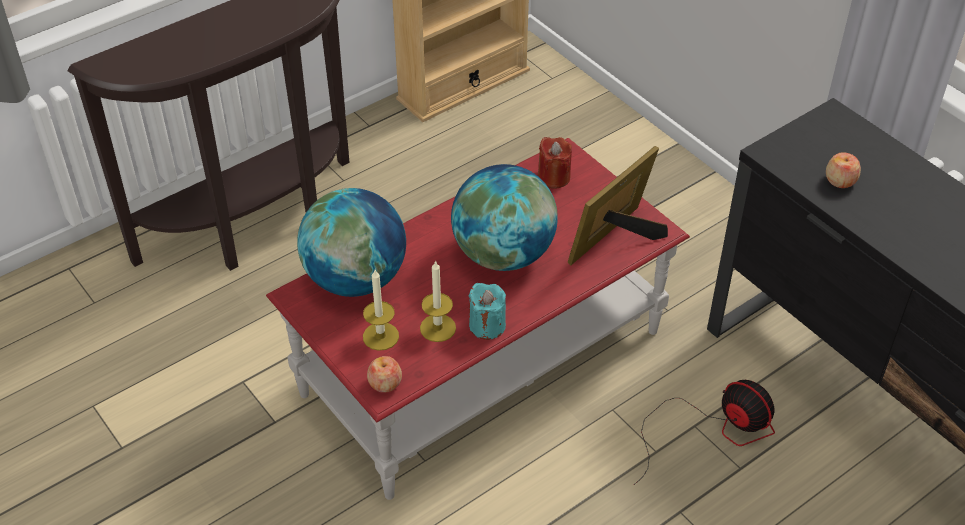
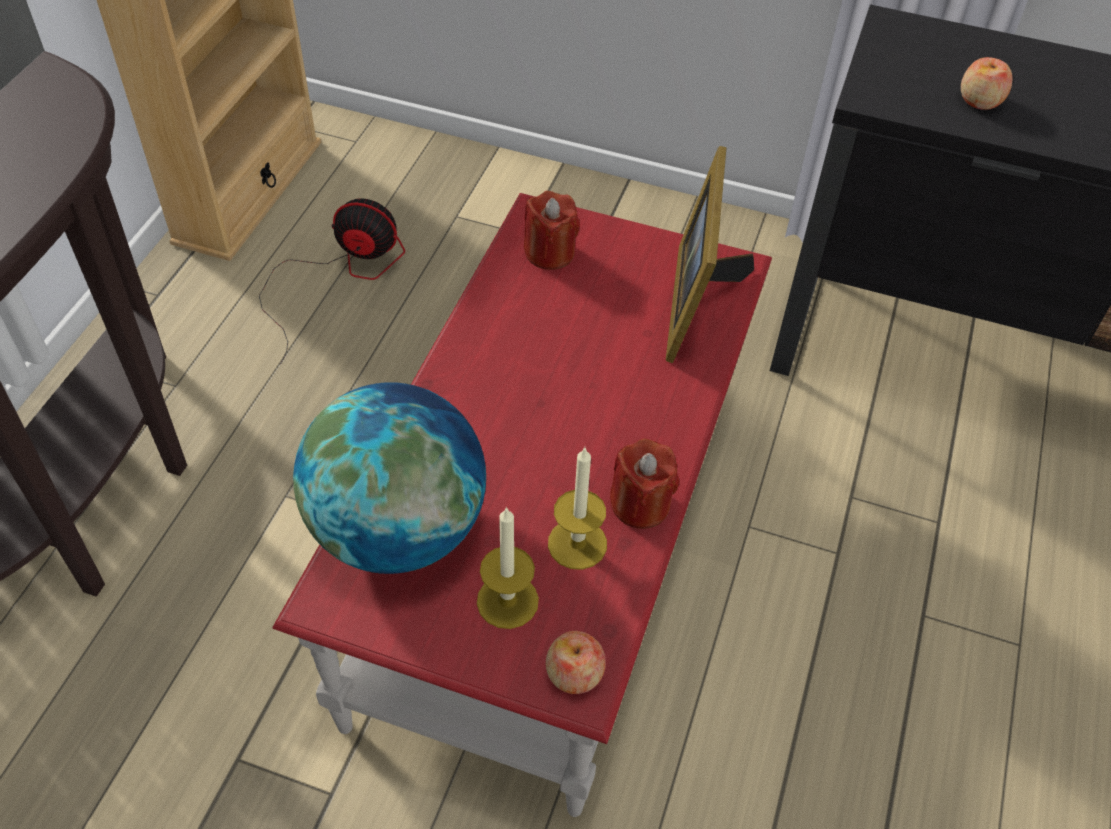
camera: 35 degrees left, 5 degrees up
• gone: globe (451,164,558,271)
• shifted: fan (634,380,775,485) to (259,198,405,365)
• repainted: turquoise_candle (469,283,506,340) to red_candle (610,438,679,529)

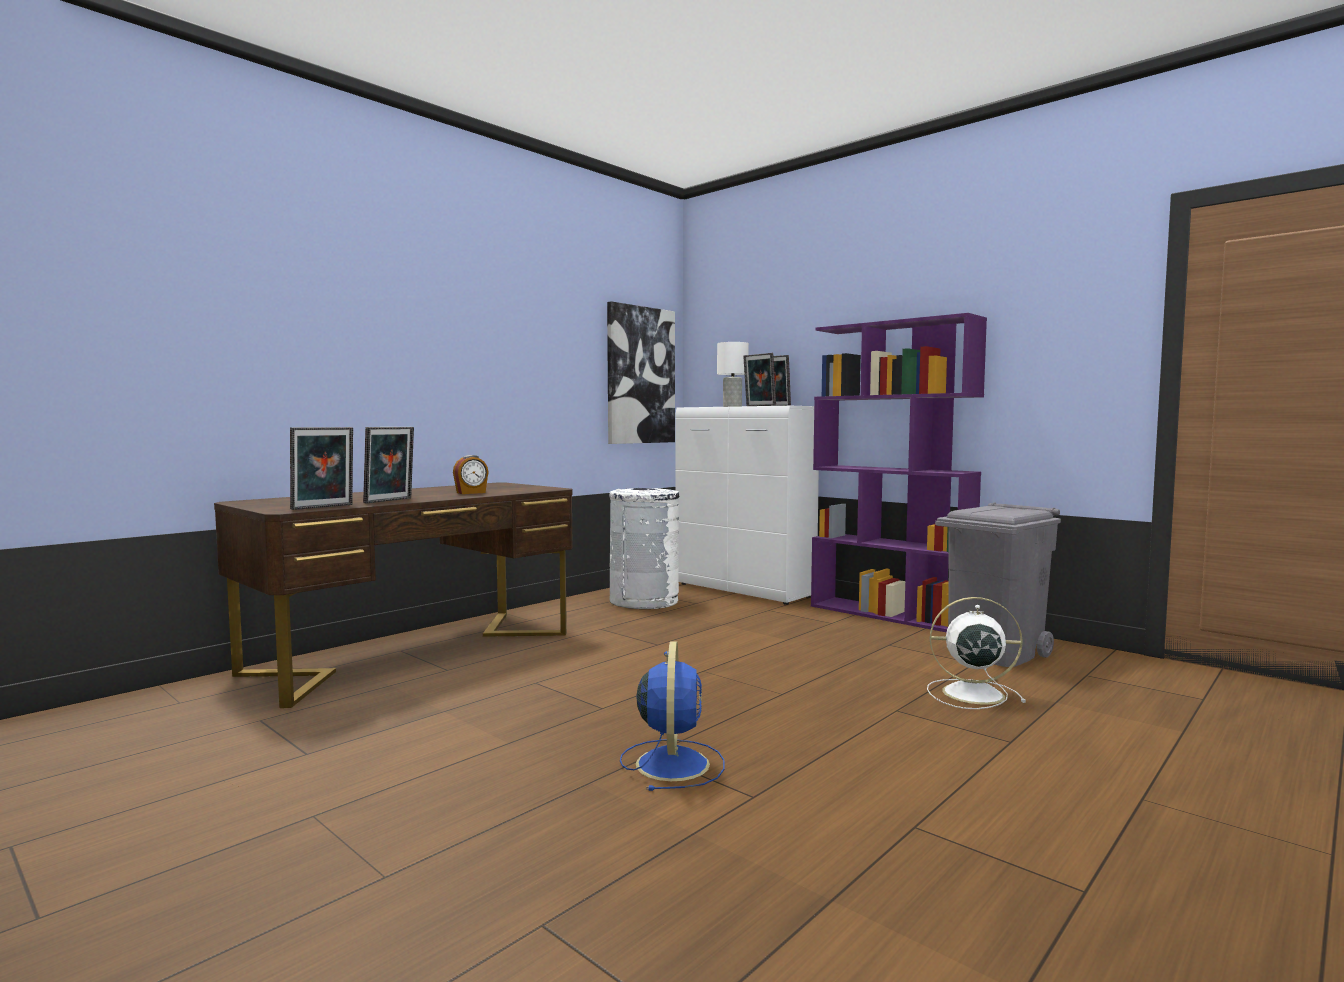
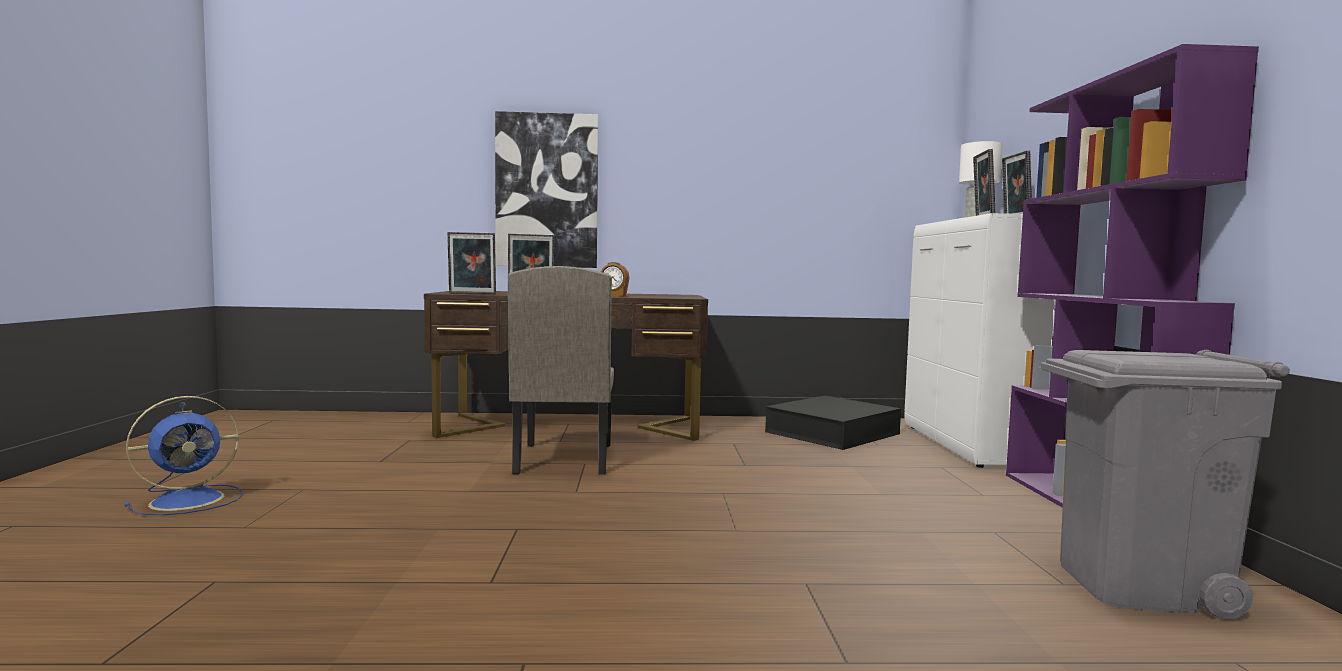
camera: 45 degrees right, 0 degrees up
• gone: white_fan (927,597,1026,709)
• new: beige_chair (508,266,614,475)
• shifted: picture (607,301,675,444) to (495,111,598,268)
• shifted: blue_fan (620,641,724,791) to (125,396,242,516)
• swapped: white_trash_can (609,488,679,609) to black_storage_box (765,396,901,450)

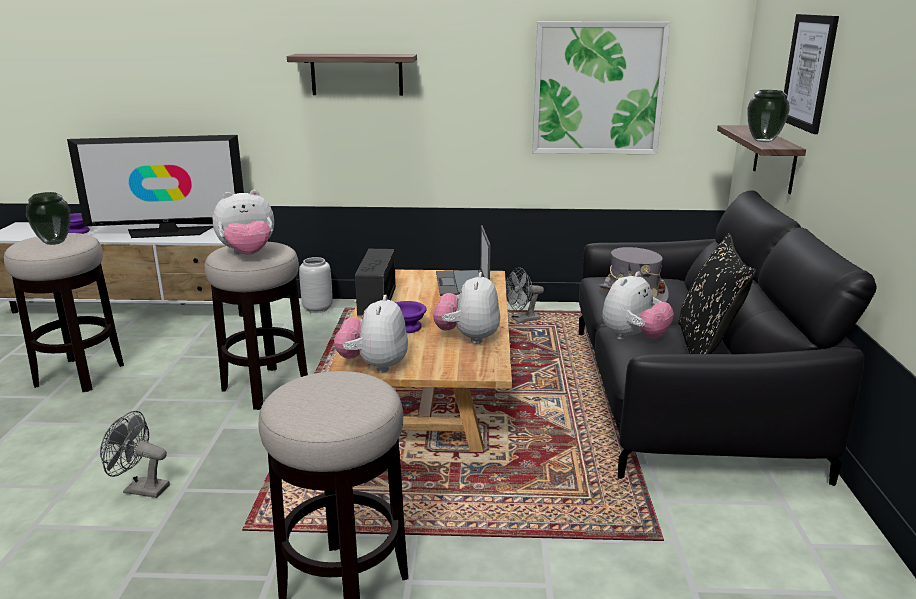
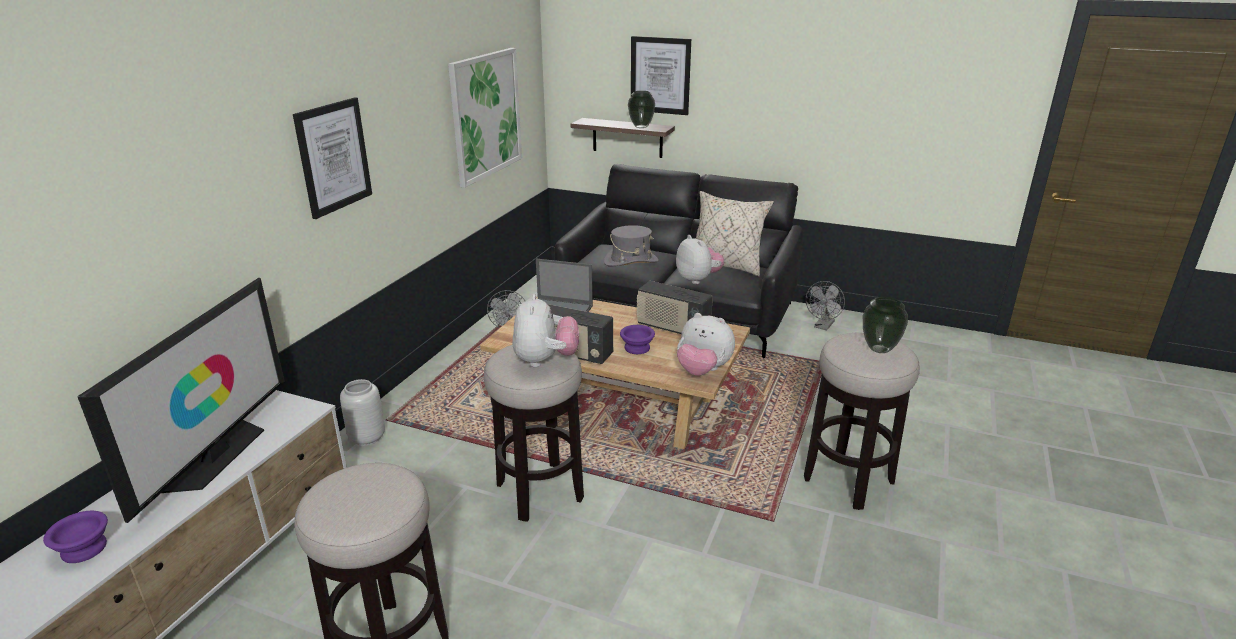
camera: 70 degrees left, 5 degrees up
• shifted: vase (26,192,71,245) to (863,296,908,353)
• shifted: grey_fan (100,411,170,498) to (806,281,845,330)
• swapped: shelf (287,54,417,96) to picture (293,97,372,219)
• swapped: plush_toy (433,272,500,344) to radio (637,281,713,334)
• repainted: black_pillow (678,234,756,354) to beige_pillow (696,191,774,276)

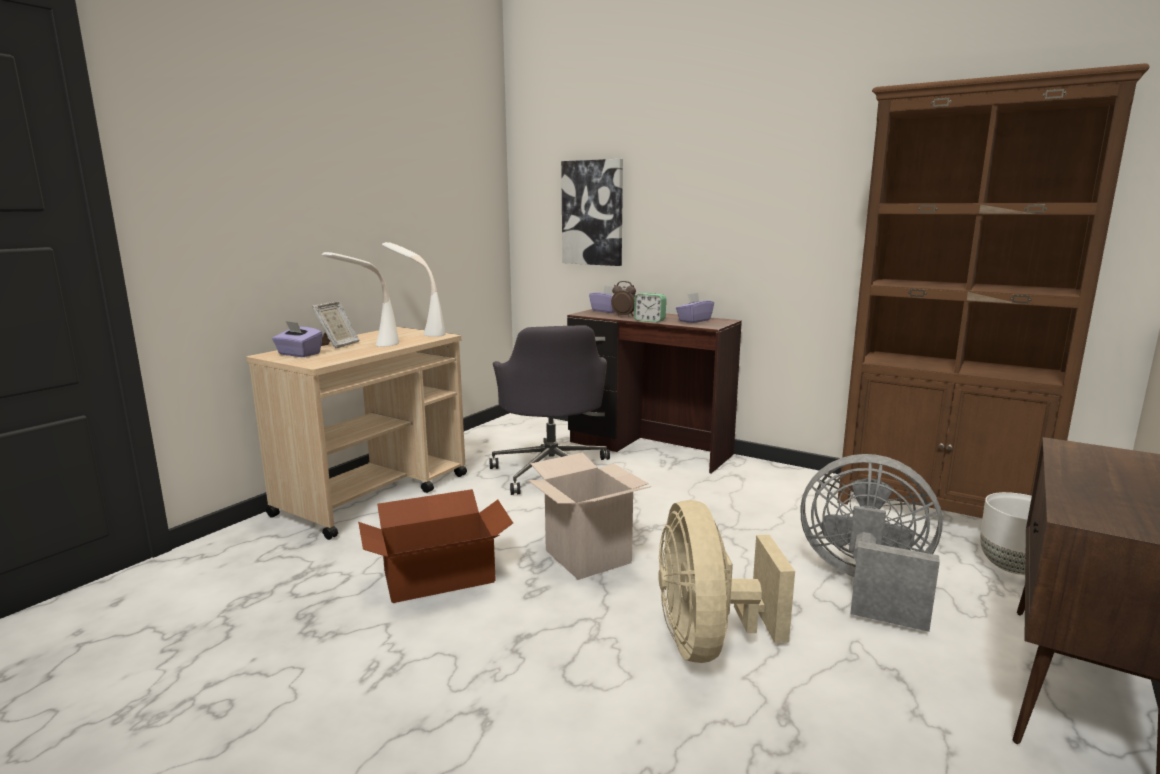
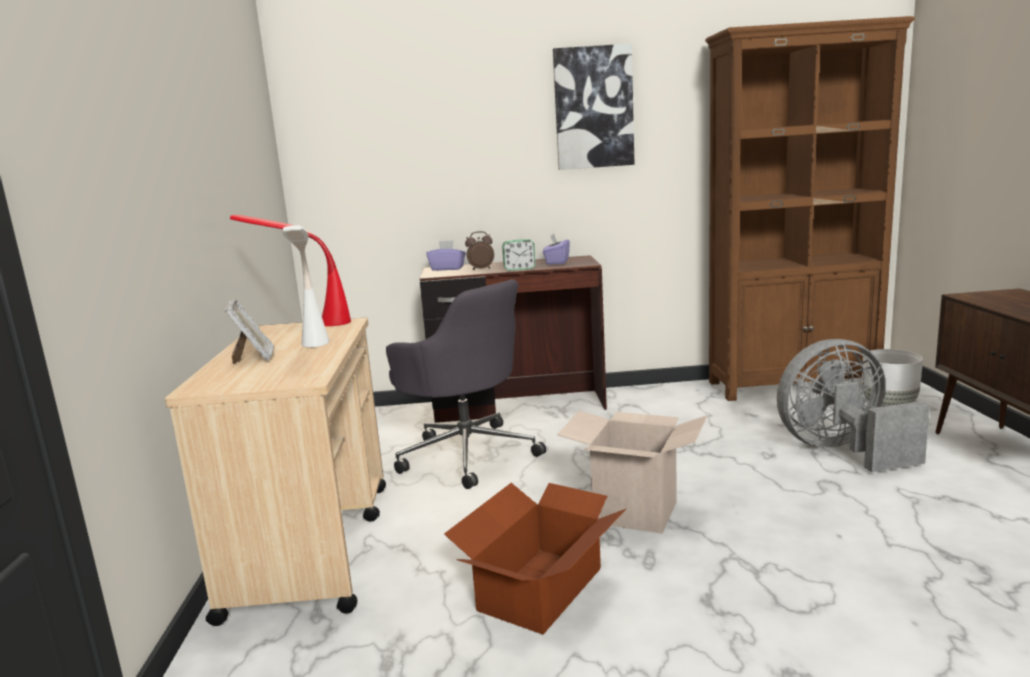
camera: 35 degrees left, 0 degrees up
• gone: purple_tissue_box (272,321,323,357)
• gone: beige_fan (658,500,795,663)
• shifted: picture (561,159,623,266) to (553,43,634,170)
• repainted: white_table_lamp (382,242,446,337) to red_table_lamp (230,215,351,326)

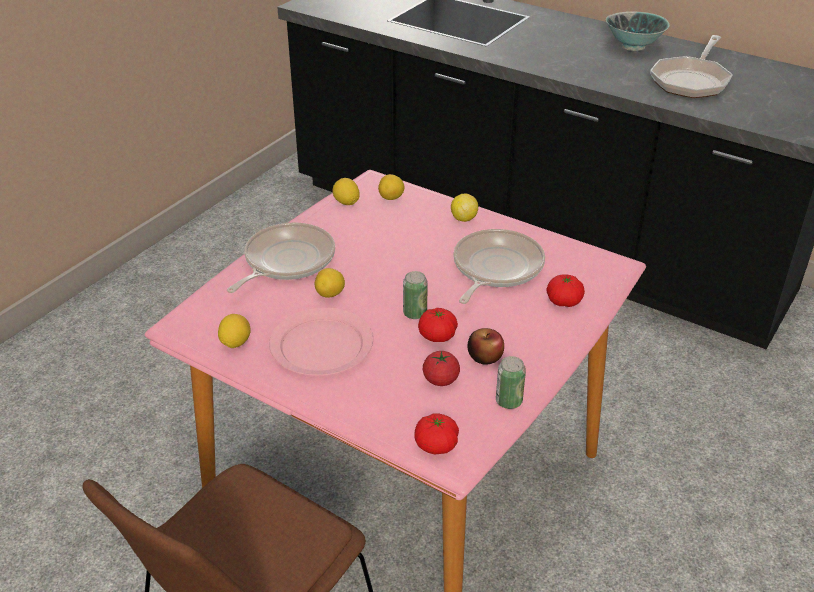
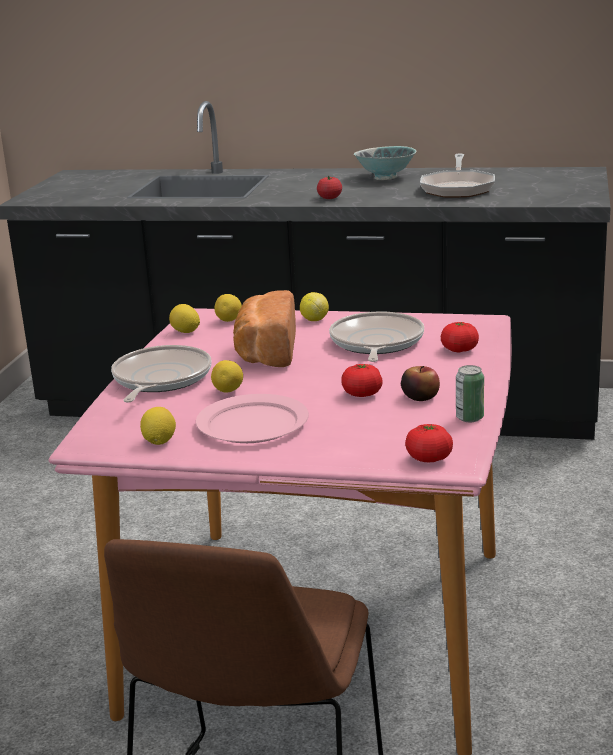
camera: 20 degrees left, 15 degrees down
• gone: can (403,271,428,319)
• new: bread (233,290,296,367)
• shifted: tomato (423,351,460,386) to (317,176,342,199)

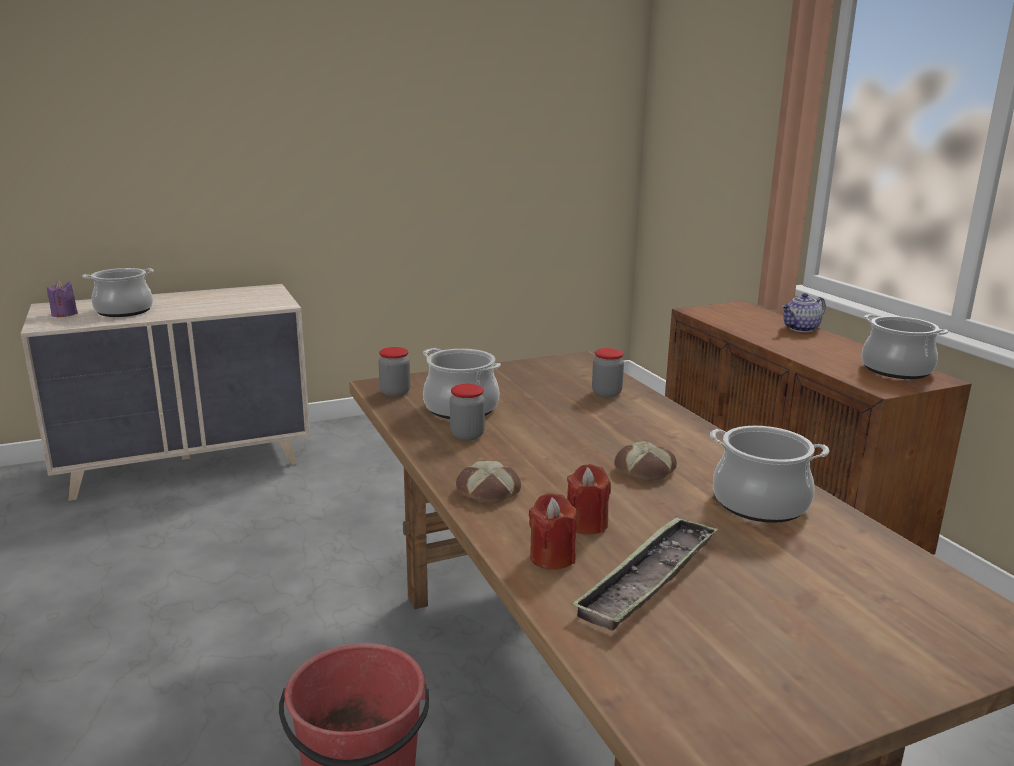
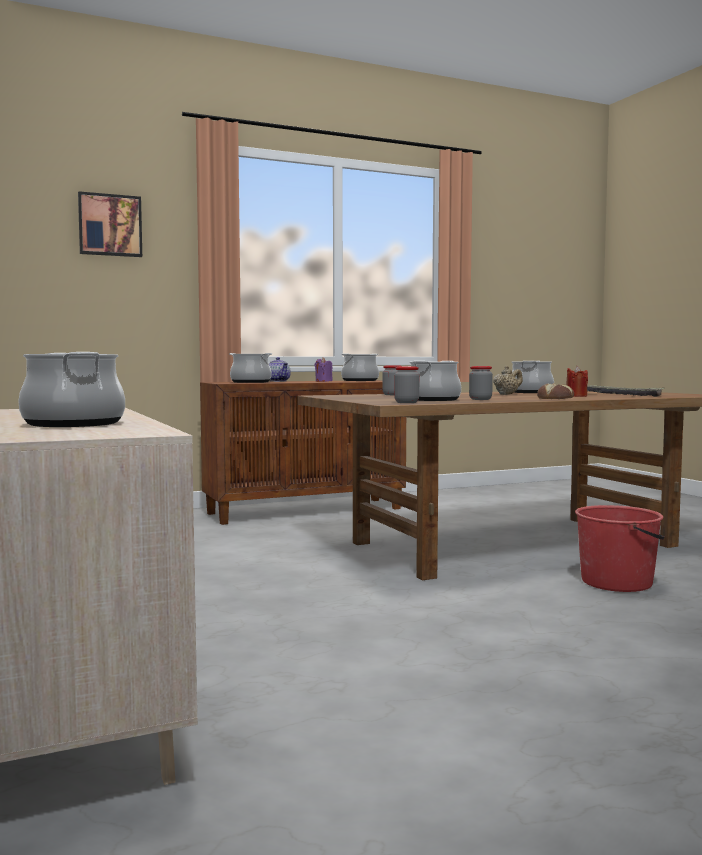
camera: 90 degrees left, 15 degrees down
• gone: red_candle (529,493,577,570)
• new: picture (78,191,142,257)
• new: cooking_pot (229,353,272,383)
• shifted: purple_candle (47,280,78,317) to (315,357,333,382)
• swapped: bread (614,441,677,481) to beige_teapot (493,365,523,395)

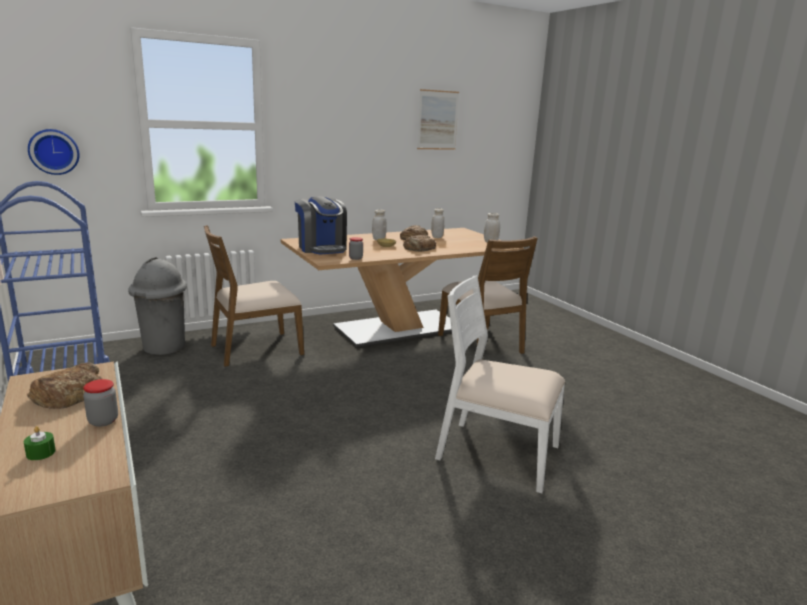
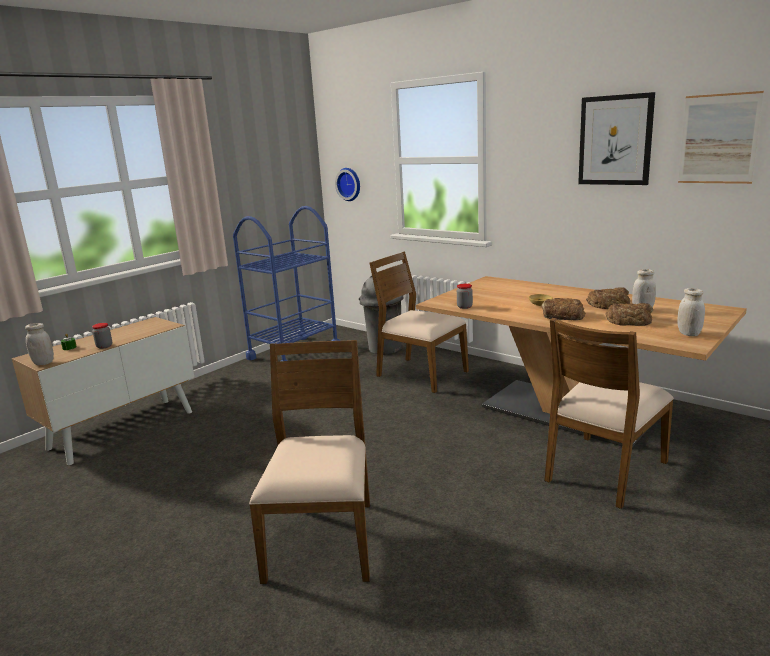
camera: 70 degrees right, 0 degrees up
• gone: coffee_machine (295,196,347,254)
• new: picture (578,92,655,185)
• shifted: bread (27,362,102,409) to (605,303,653,326)
• shifted: white_jar (372,210,387,240) to (25,323,54,365)
• repainted: white_chair (435,275,565,494) to brown_chair (249,340,370,584)

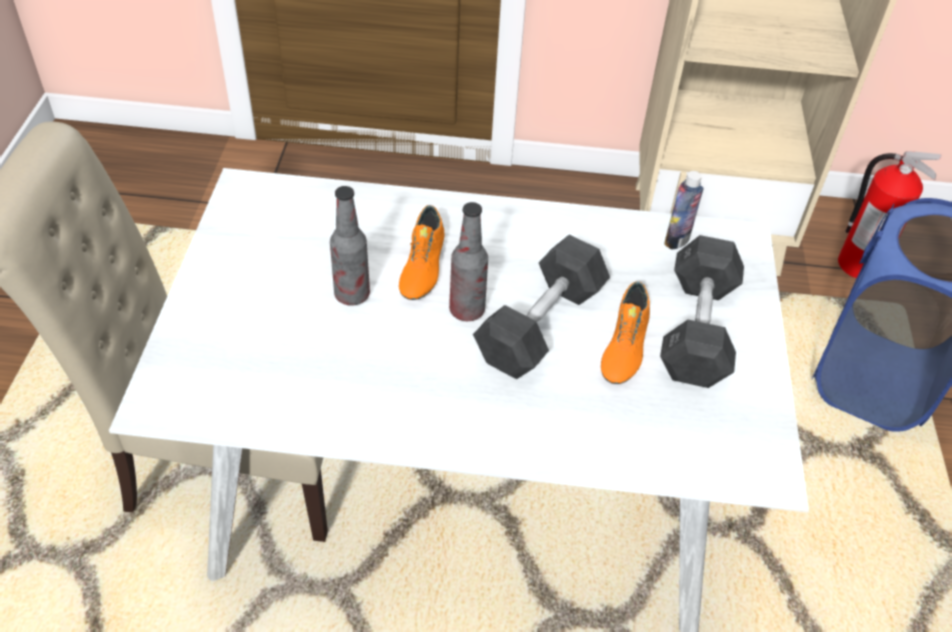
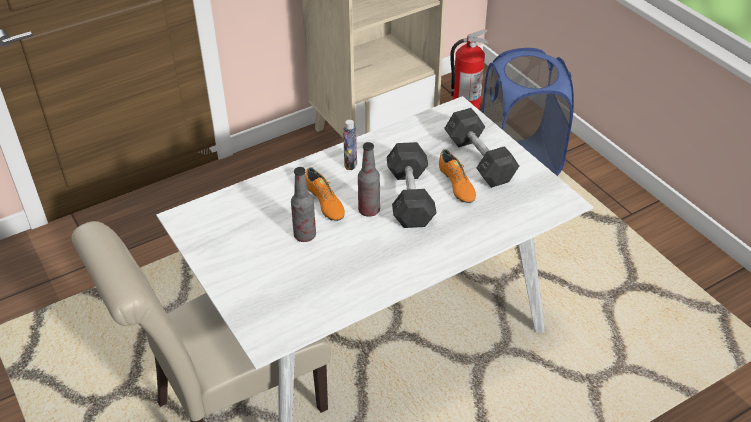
camera: 35 degrees left, 5 degrees down
• shifted: bottle (664,171,704,250) to (343,120,357,170)

